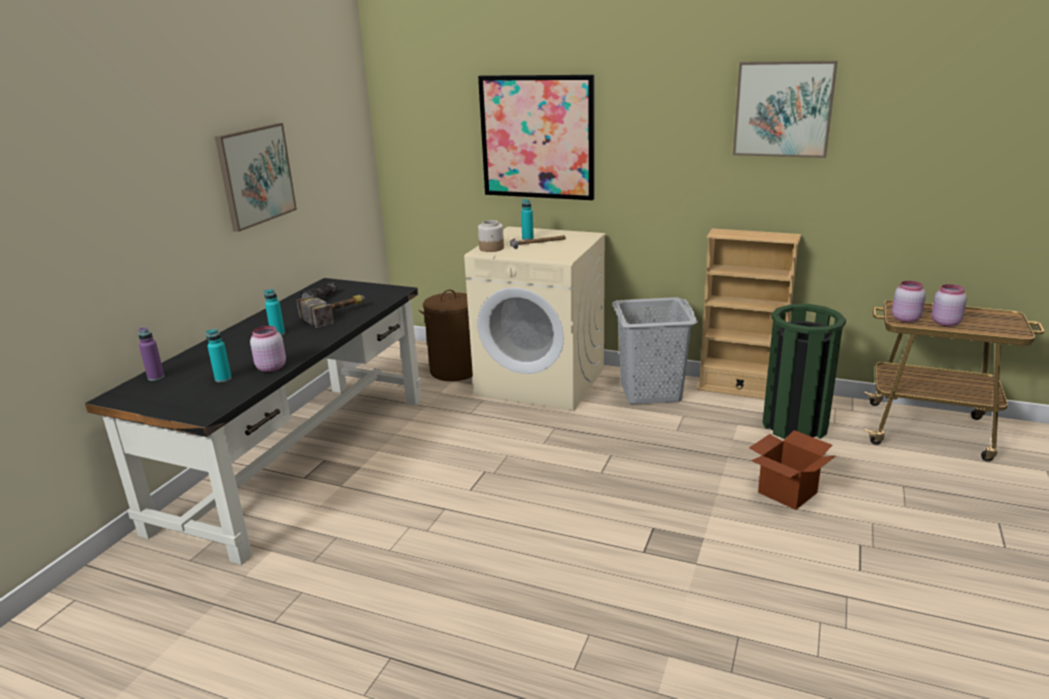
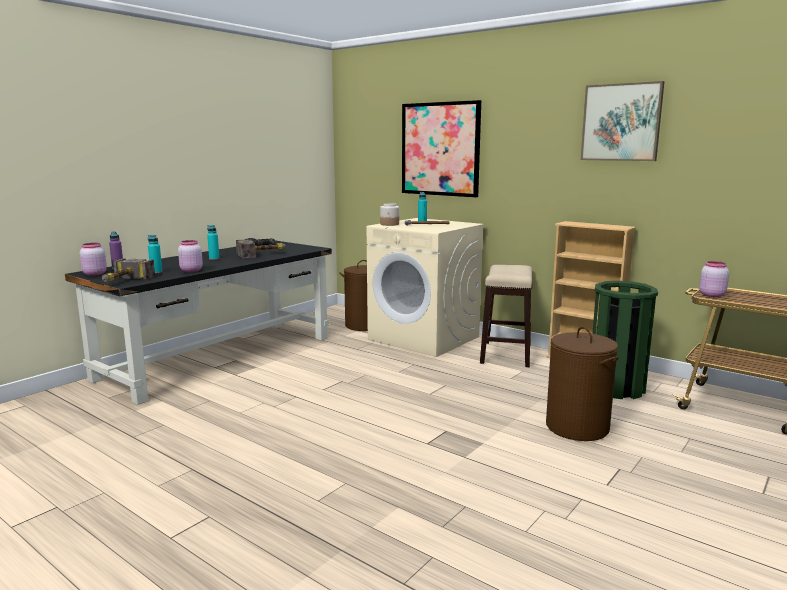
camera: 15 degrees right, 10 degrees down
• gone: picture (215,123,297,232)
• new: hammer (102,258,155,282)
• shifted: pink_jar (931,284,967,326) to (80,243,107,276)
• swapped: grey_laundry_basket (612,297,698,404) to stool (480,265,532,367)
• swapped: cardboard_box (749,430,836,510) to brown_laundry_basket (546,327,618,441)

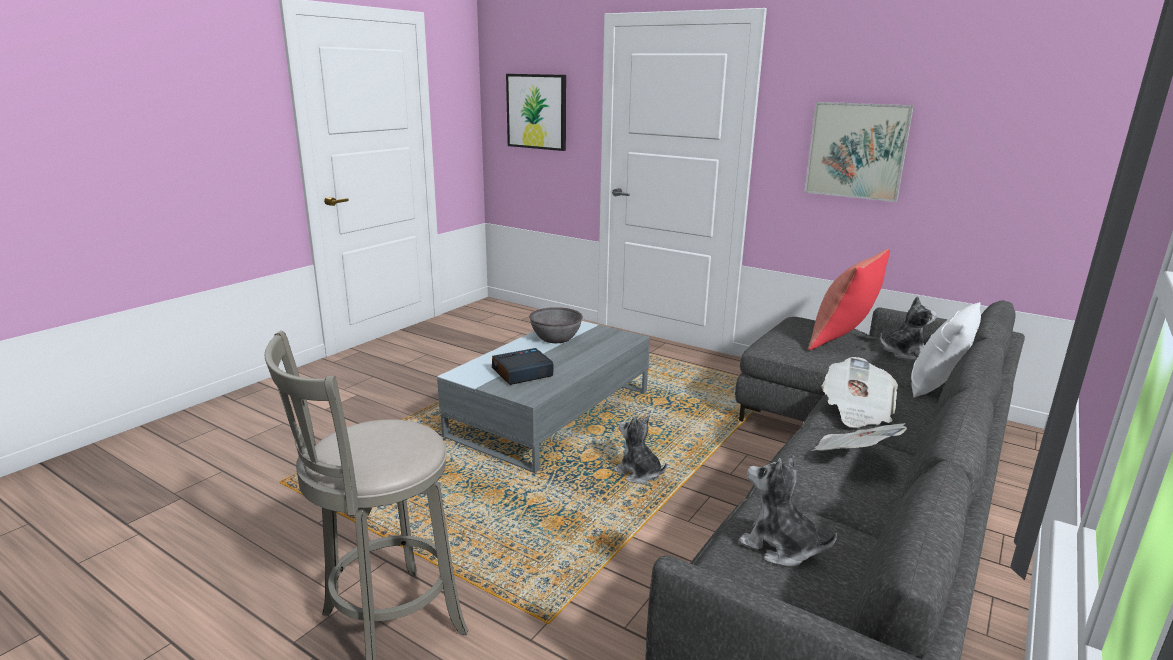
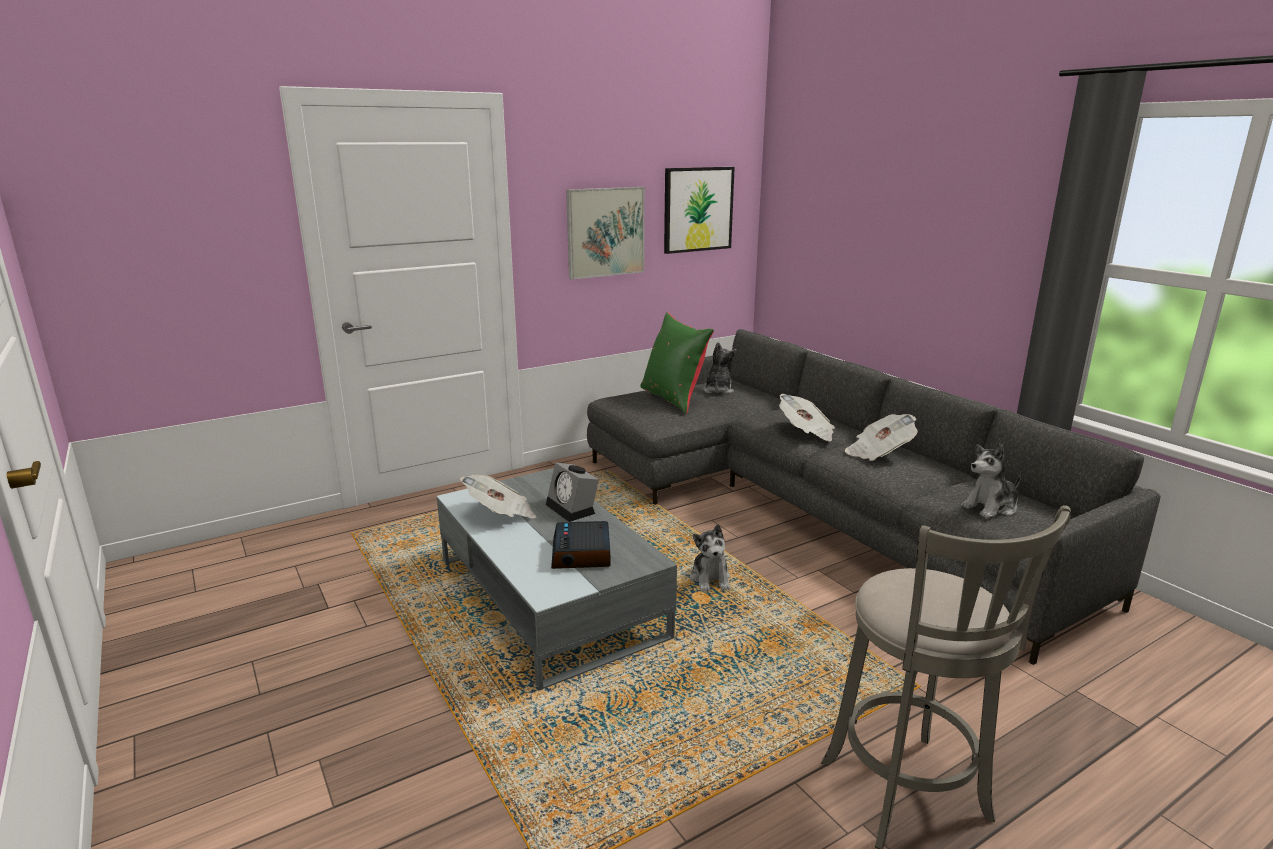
camera: 65 degrees left, 0 degrees up
• gone: white_pillow (911,302,981,398)
• new: alarm_clock (546,463,599,522)
• shifted: picture (506,74,566,151) to (664,167,735,254)
• swapped: grey_bowl (529,307,583,343) to newspaper (460,475,537,518)
• repainted: red_pillow (808,249,890,350) to green_pillow (640,312,714,414)
• rotated: plush_toy (613,416,667,484) = (690,525,730,592) 75 degrees counterclockwise

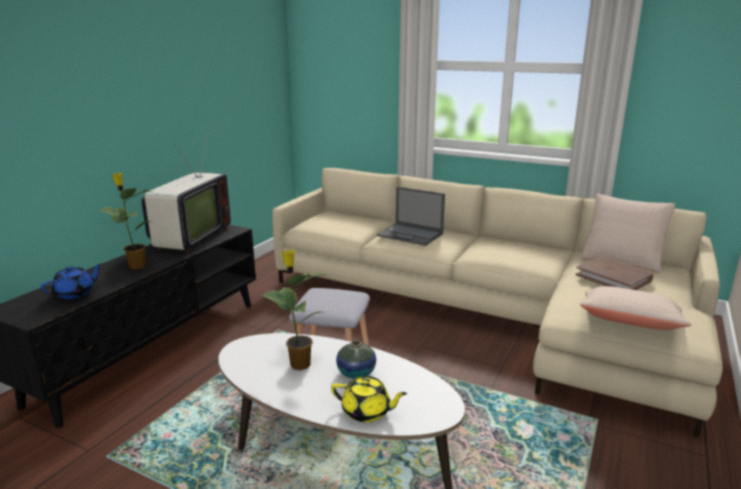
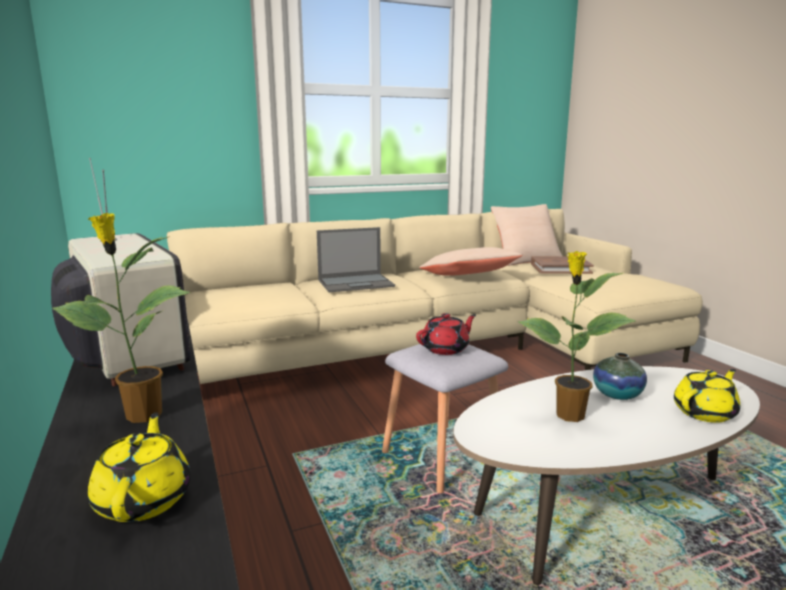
camera: 50 degrees left, 5 degrees down
• new: red_teapot (416,313,476,355)
• shifted: beige_pillow (580,286,692,330) to (419,247,523,276)
• repainted: blue_teapot (41,263,102,299) to yellow_teapot (88,412,191,522)

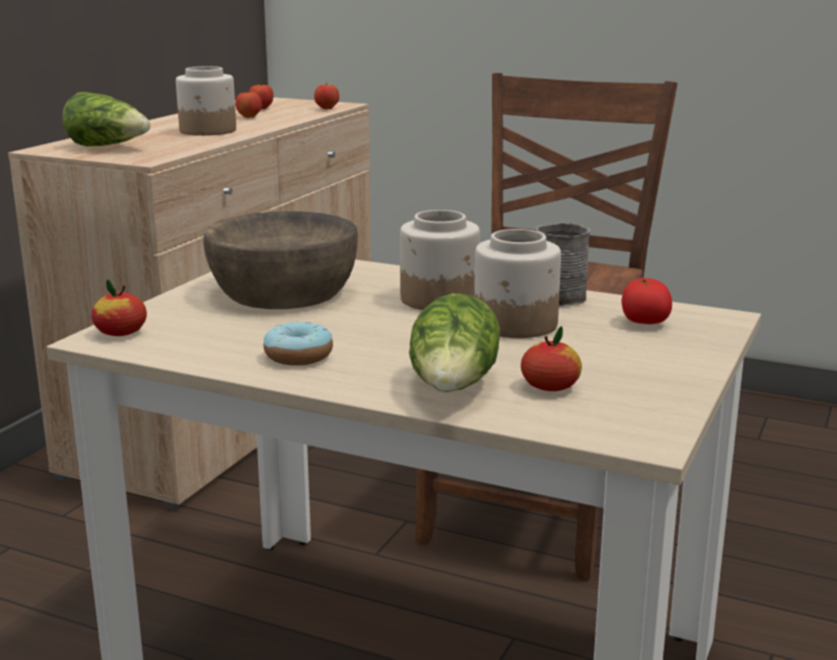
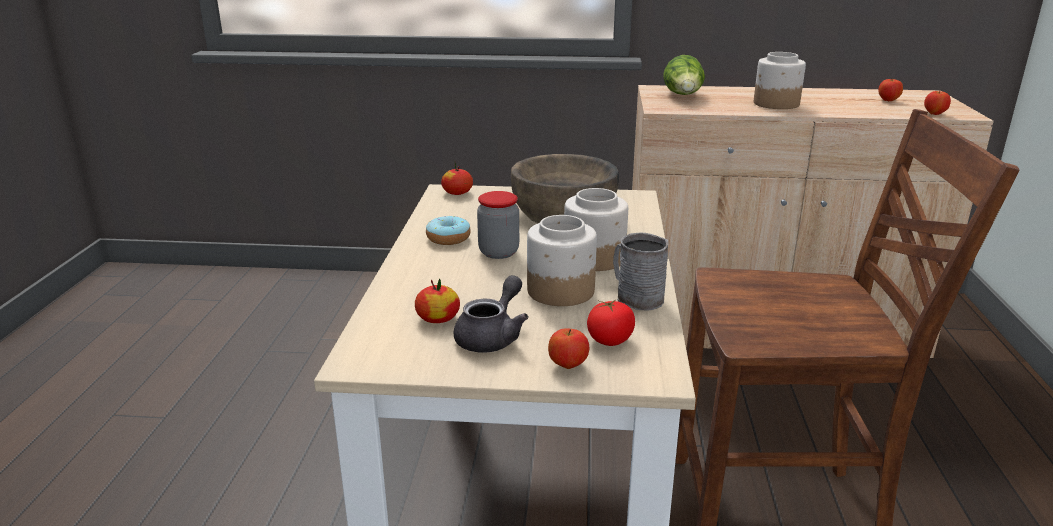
camera: 70 degrees right, 5 degrees up
• gone: lettuce (409,293,500,392)
• new: grey_teapot (453,275,529,353)
• new: jar (477,191,519,259)
• shifted: apple (235,90,262,118) to (548,328,589,369)

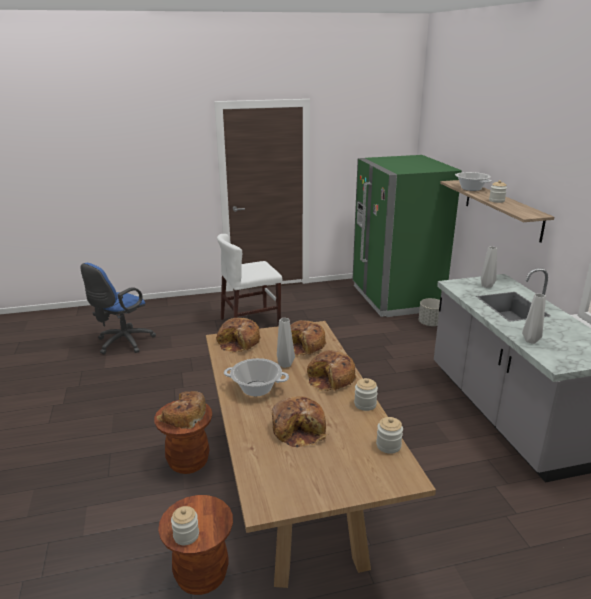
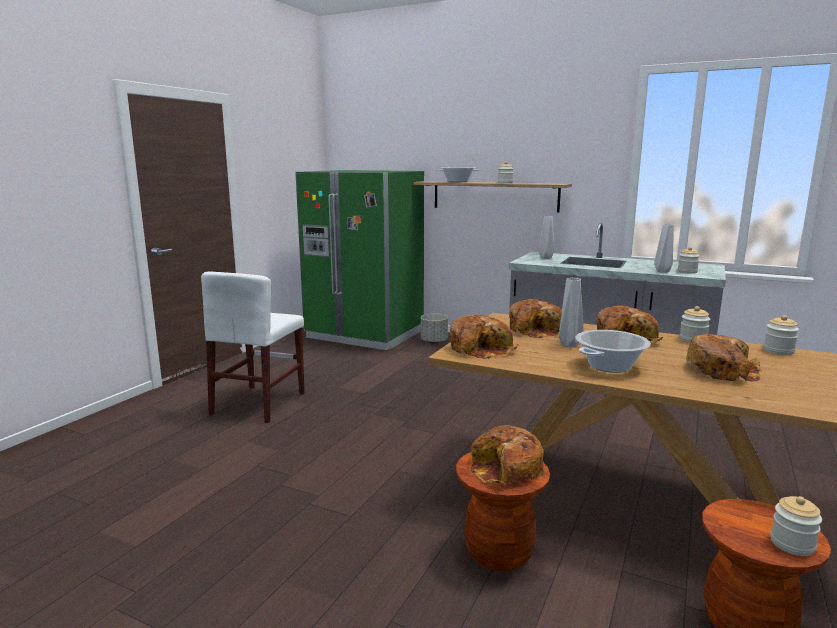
camera: 50 degrees left, 10 degrees down
• gone: blue_office_chair (80,263,156,354)
• new: jar (678,247,700,274)

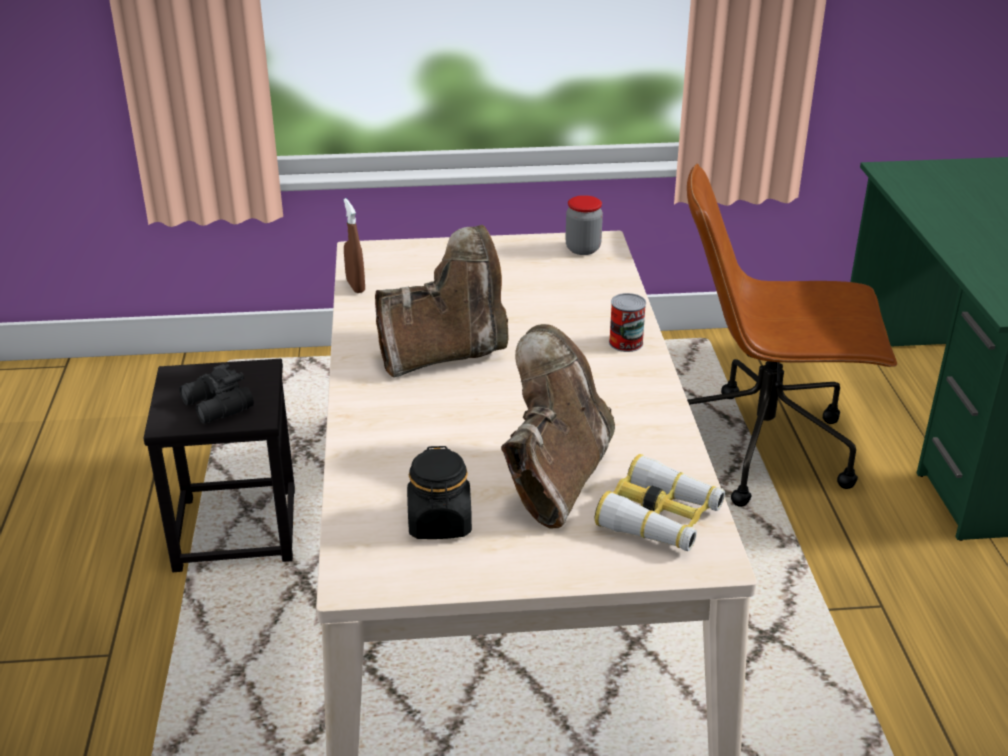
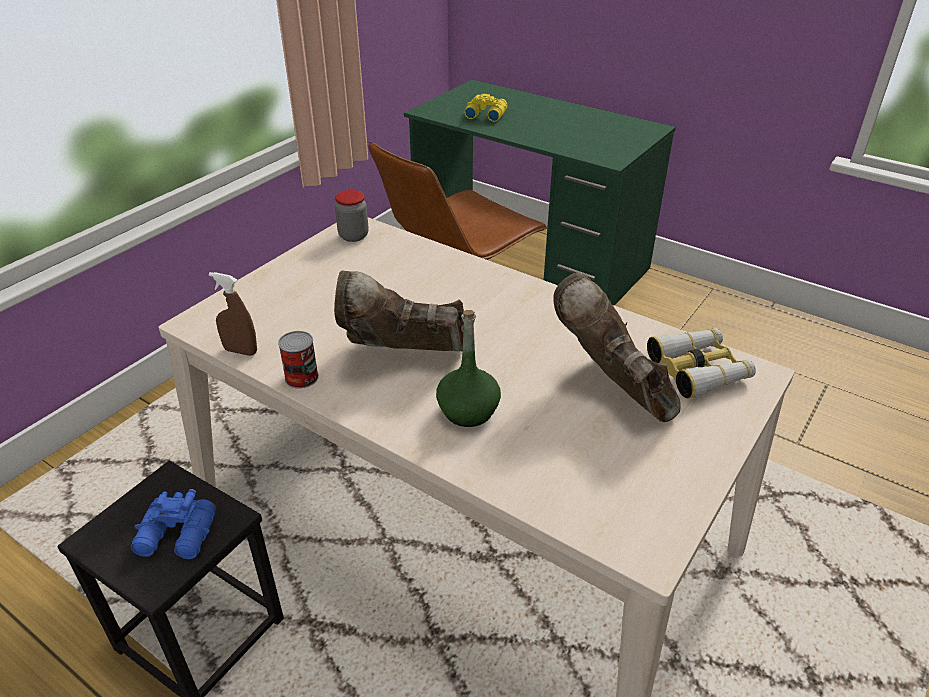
camera: 50 degrees left, 5 degrees up
• gone: black_jar (407,446,472,539)
• new: green_bottle (436,310,501,427)
• new: yellow_binoculars (464,94,507,122)
• shifted: can (609,293,646,352) to (278,331,319,388)
• repainted: black_binoculars (179,364,254,424) to blue_binoculars (131,489,216,559)
• rotated: brown_boot (375,225,508,378) = (334,270,464,352) 105 degrees counterclockwise

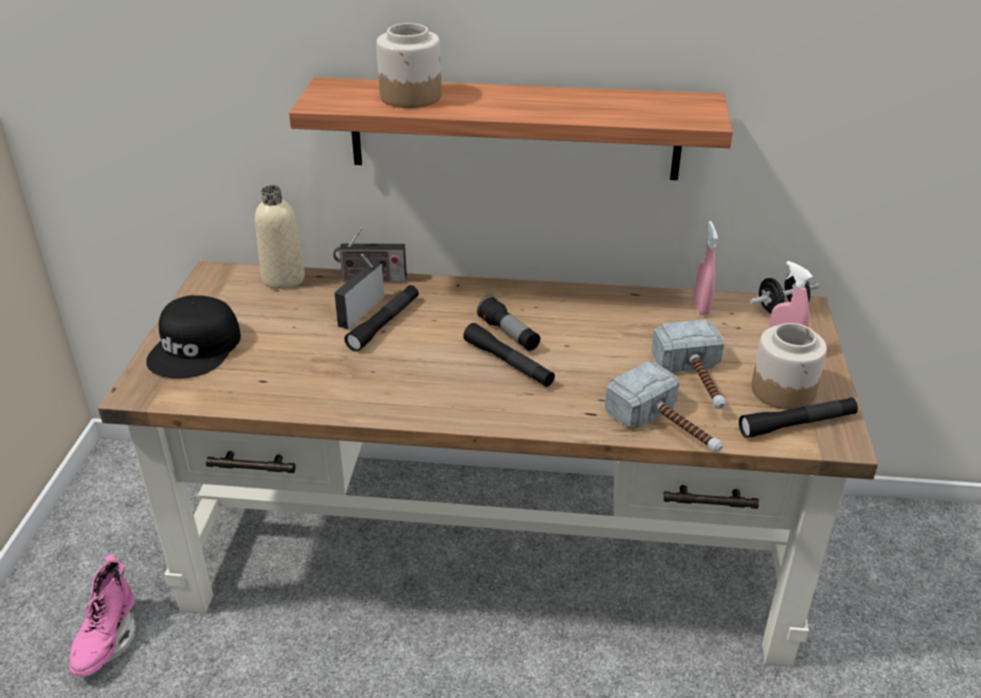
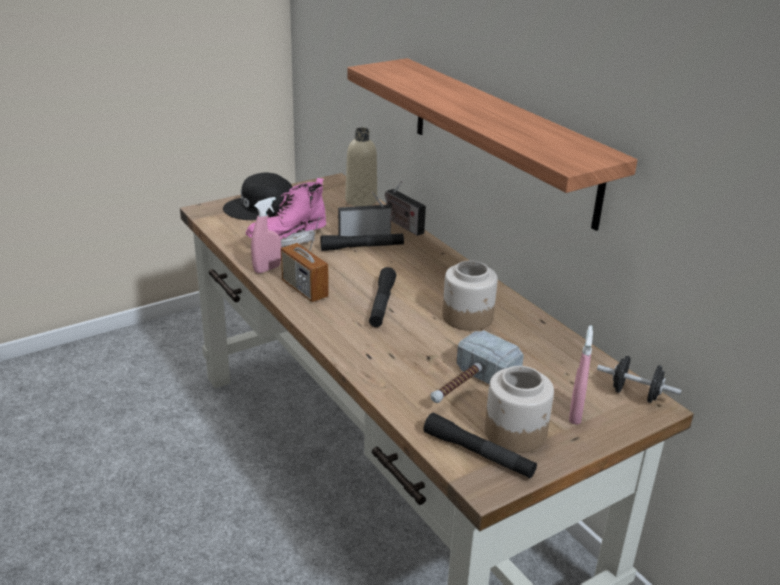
camera: 50 degrees right, 5 degrees down
• gone: flashlight (477,296,540,351)
• gone: hammer (605,362,723,453)
• new: radio (281,217,329,302)
• shifted: pink_boot (70,554,136,676) to (246,178,326,247)
• shifted: jar (376,23,442,108) to (442,261,498,331)
• shifted: pink_spray_bottle (694,221,718,315) to (251,197,281,273)

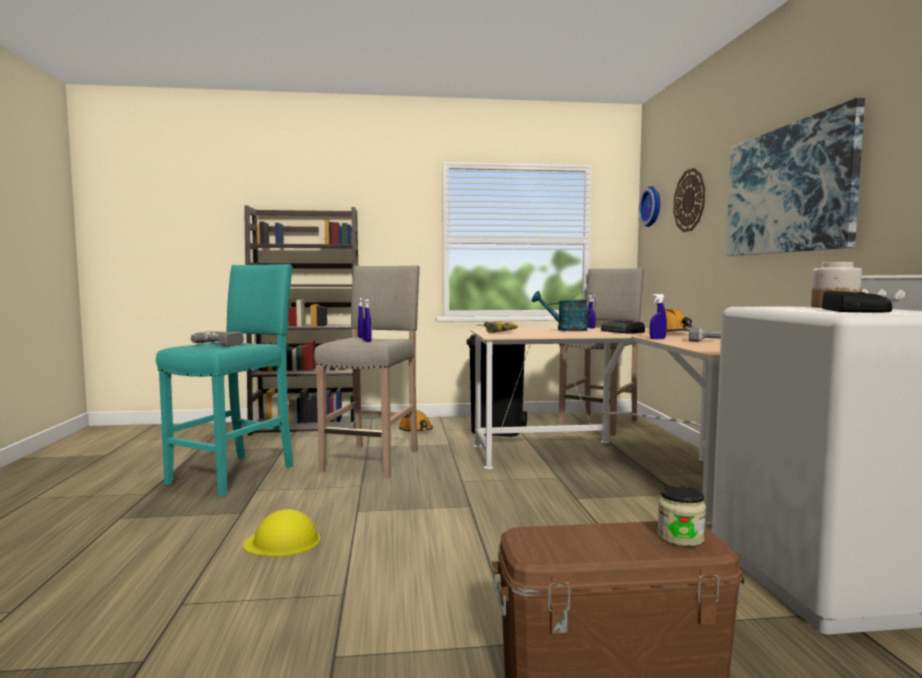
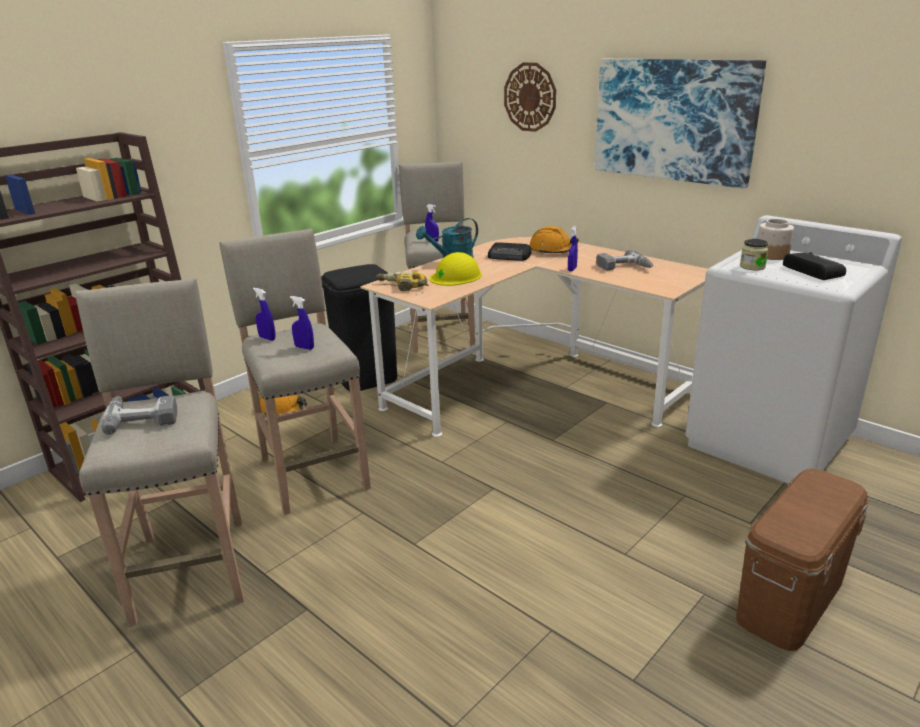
camera: 40 degrees left, 20 degrees up
• gone: wall_clock (638,186,660,227)
• shifted: yellow_hard_hat (243,509,320,557) to (429,252,482,286)
• shifted: jar (657,485,706,547) to (740,239,768,270)
• repainted: turquoise_stool (156,264,293,497) to beige_stool (75,278,244,626)

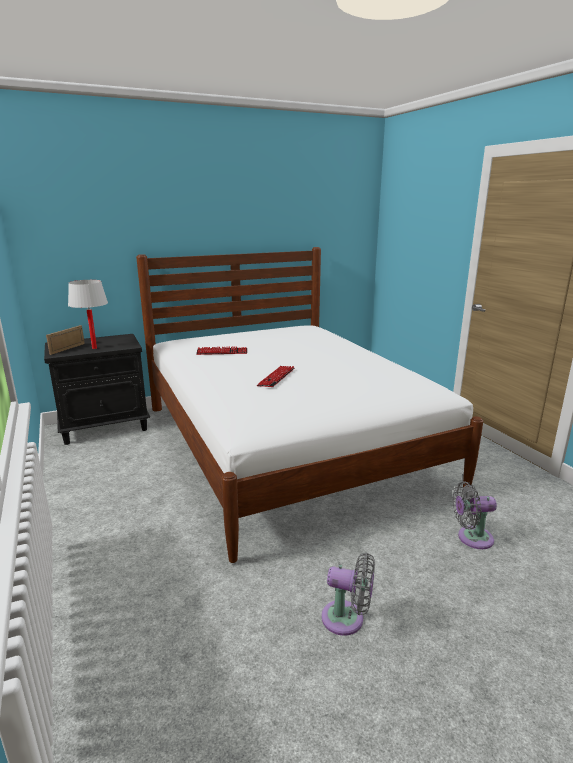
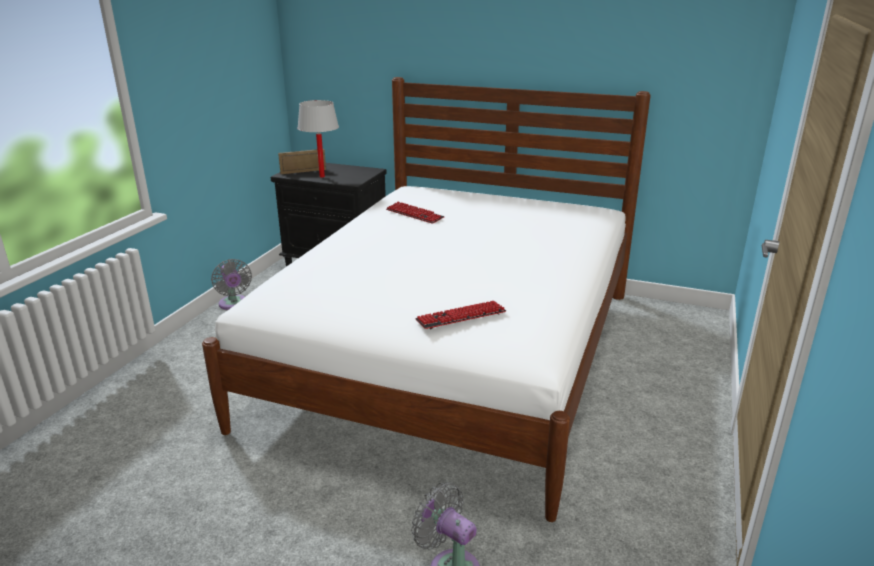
camera: 45 degrees right, 5 degrees up
• shifted: keyboard (257,366,295,387) to (415,301,506,329)
• shifted: grey_fan (322,553,375,636) to (211,259,252,310)

